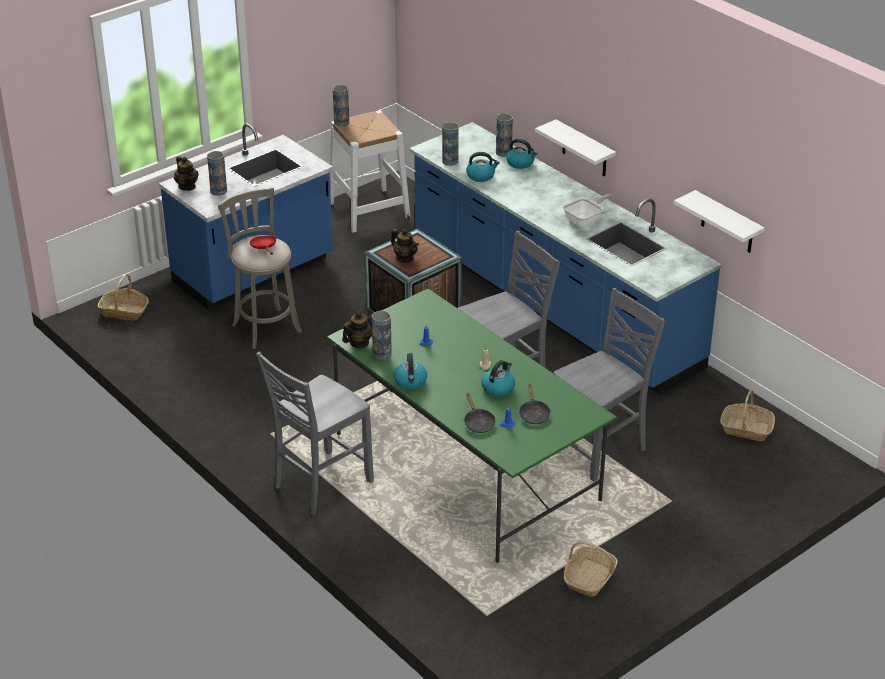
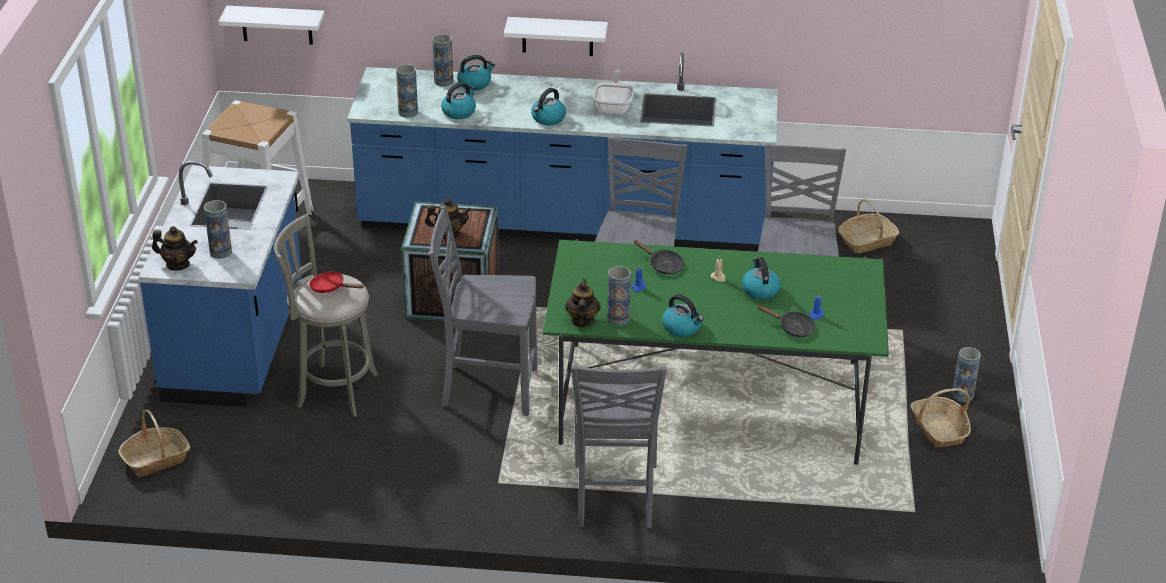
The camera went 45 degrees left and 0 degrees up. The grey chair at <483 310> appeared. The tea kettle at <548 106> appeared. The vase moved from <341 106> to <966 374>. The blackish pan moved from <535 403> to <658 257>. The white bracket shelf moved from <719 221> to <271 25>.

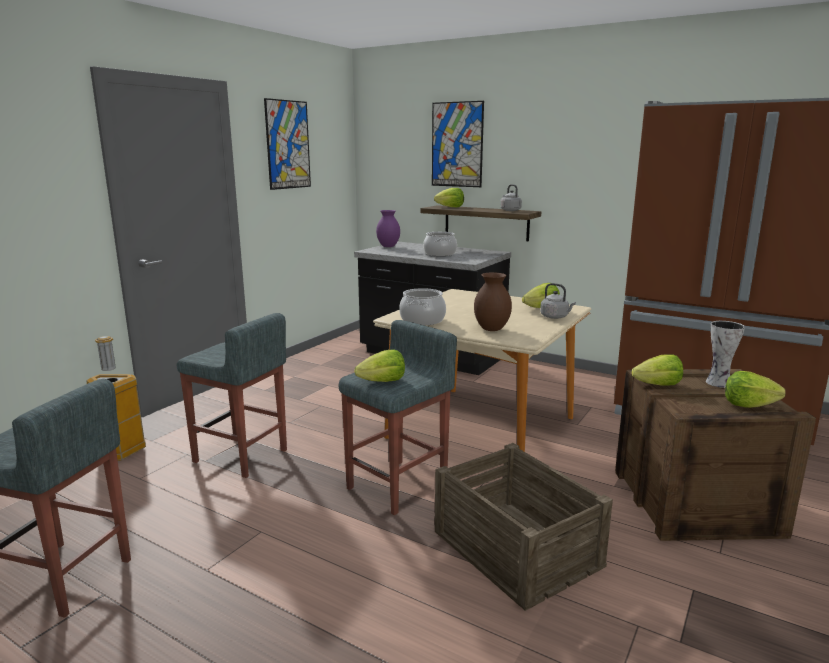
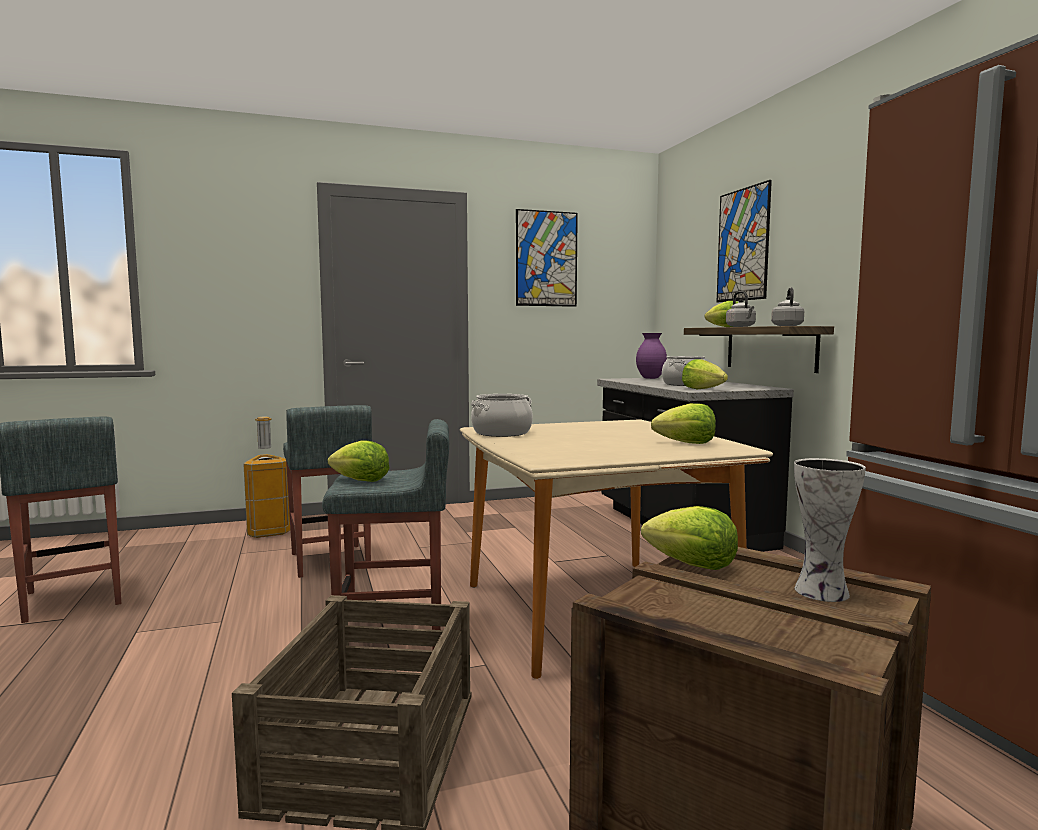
The camera went 40 degrees right and 10 degrees down. The brownish vase at <493 302> disappeared. The grey tea kettle moved from <558 301> to <741 309>. The head of lettuce moved from <755 389> to <705 374>.

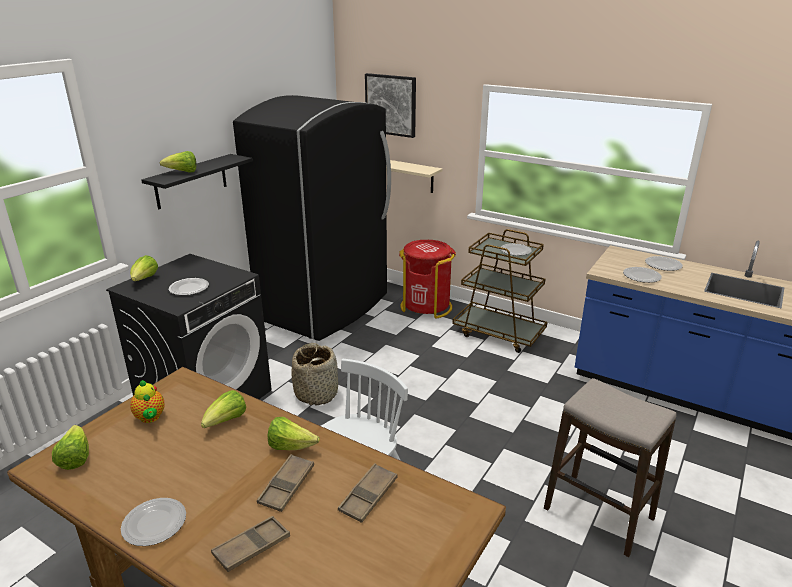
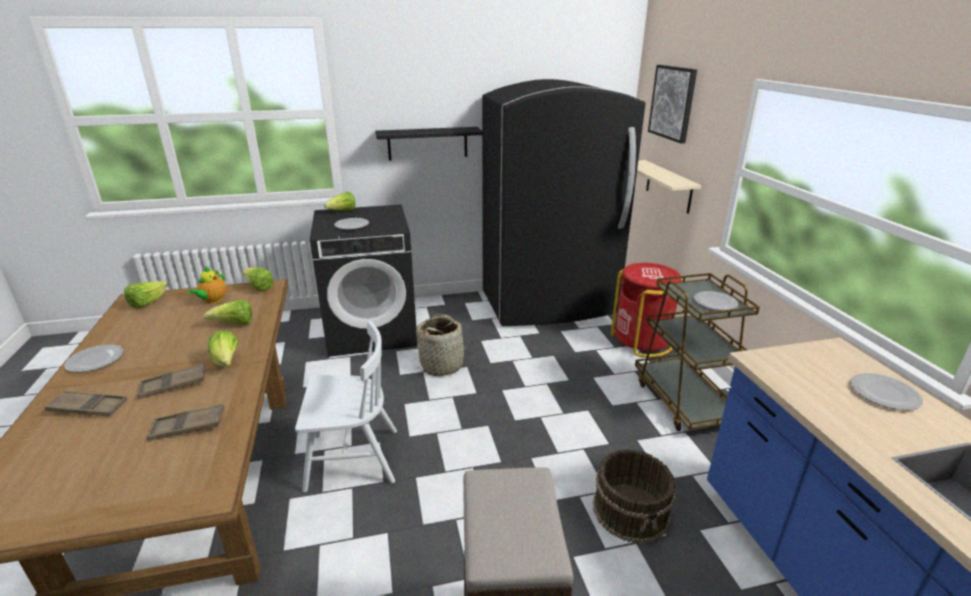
The camera went 45 degrees right and 0 degrees up. The flat dish at <642 275> disappeared. The brownish water bucket at <634 496> appeared. The head of lettuce moved from <178 162> to <258 279>.

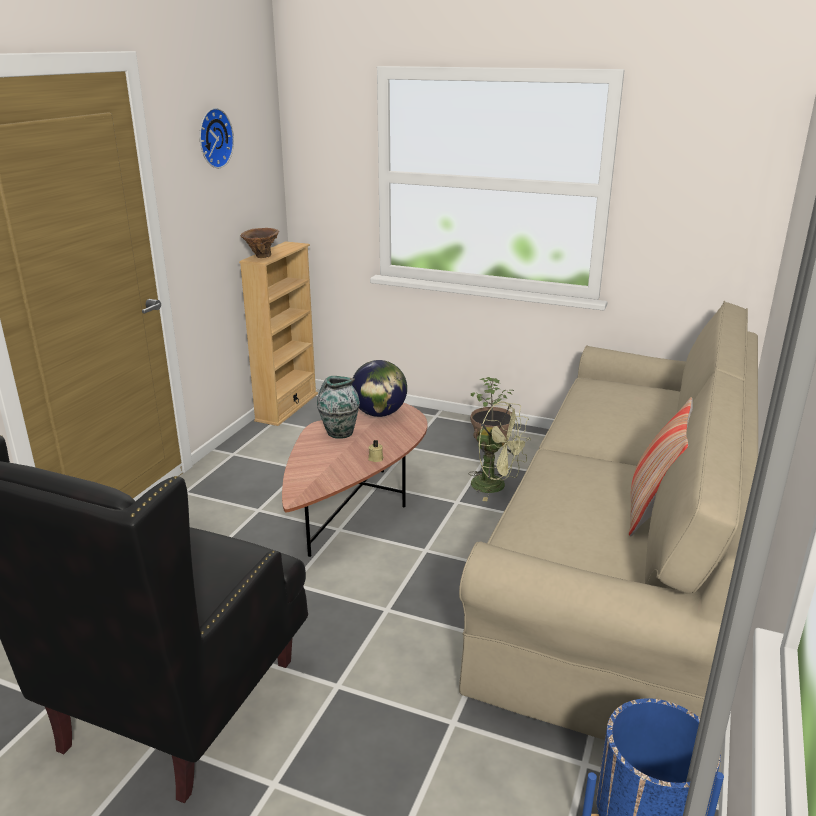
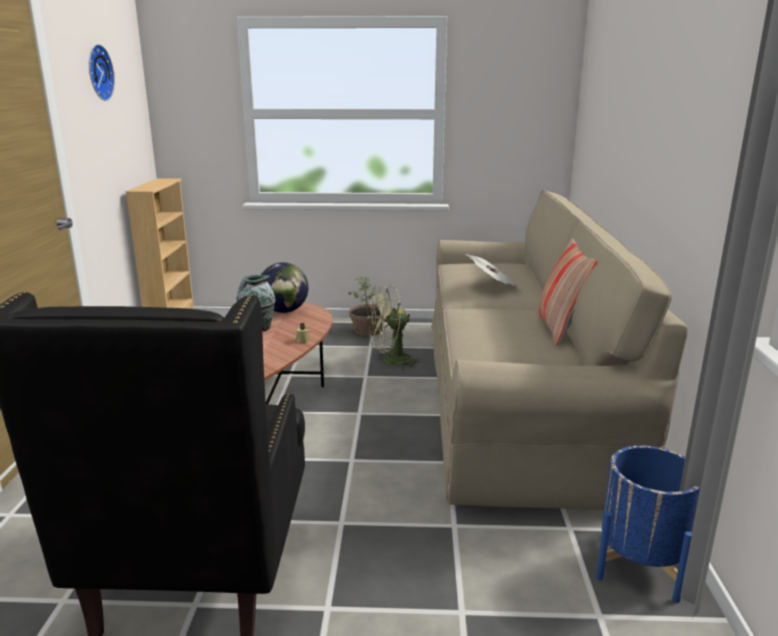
The camera went 20 degrees left and 5 degrees down. The brownish vase at <259 243> disappeared. The newspaper at <494 271> appeared. The greenish fan at <499 451> turned 150 degrees clockwise.

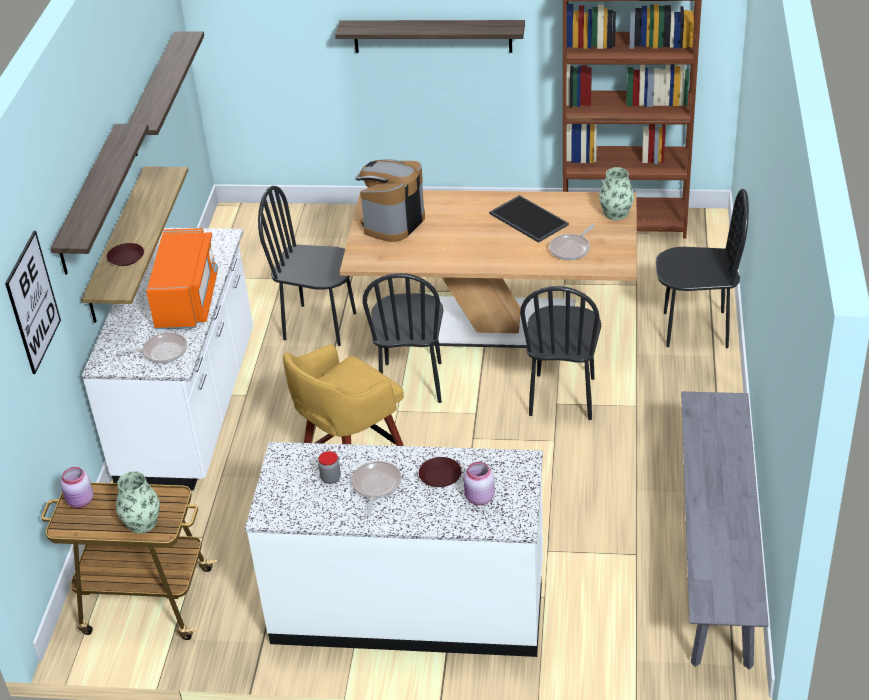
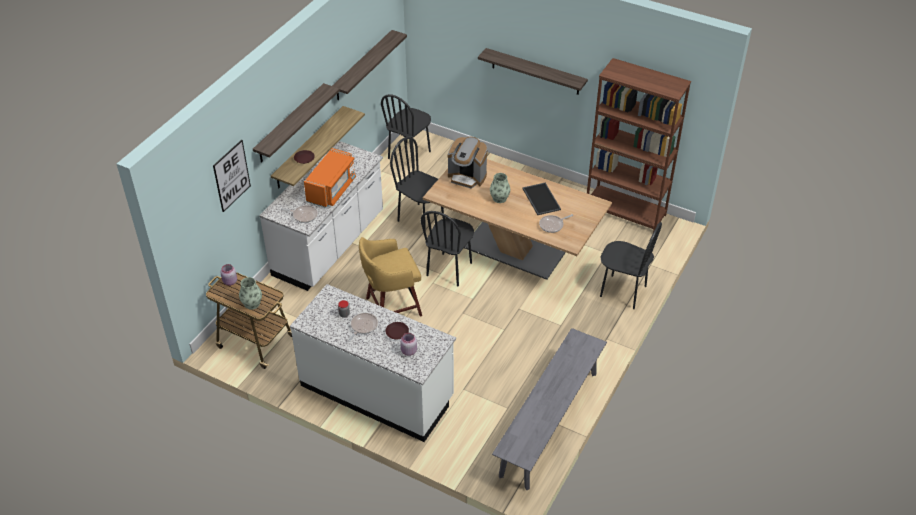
The camera went 20 degrees right and 5 degrees up. The blackish chair moved from <560 353> to <406 131>. The vase moved from <616 193> to <500 188>. The coffee maker at <390 200> turned 120 degrees counterclockwise.

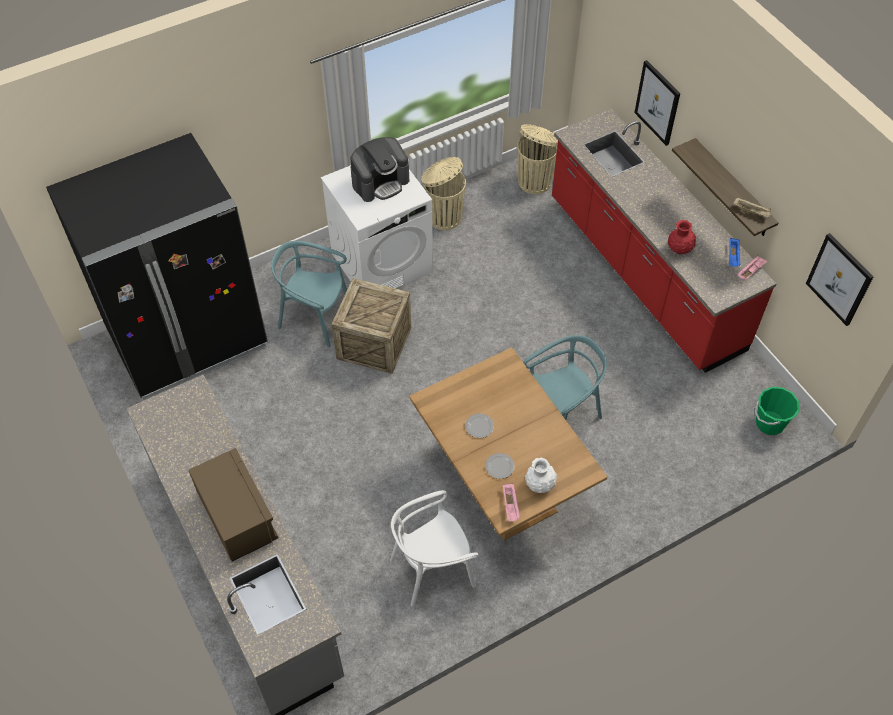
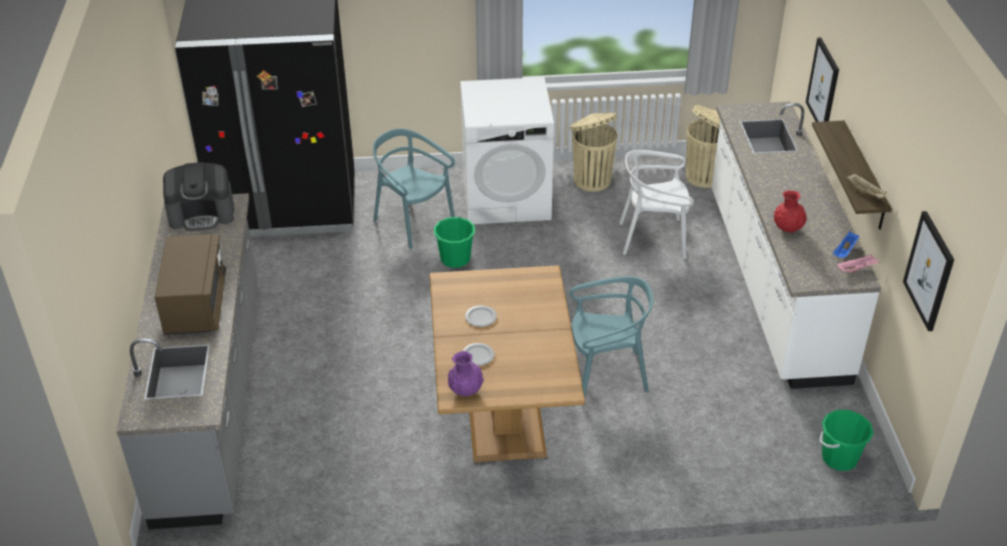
The camera went 25 degrees right and 15 degrees down. The white vase at <541 475> disappeared. The coffee maker moved from <379 169> to <198 196>. The white chair moved from <434 548> to <656 204>. The shipping crate at <371 326> was replaced by the greenish water bucket at <454 242>. The pink-coloured carrying tray at <511 502> was replaced by the purplish vase at <466 373>. The red-coloured kitchen counter at <664 241> became the white kitchen counter at <796 245>.

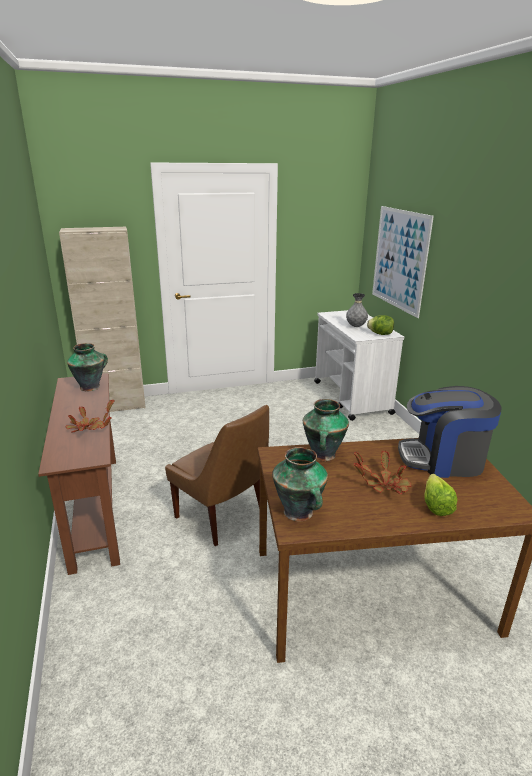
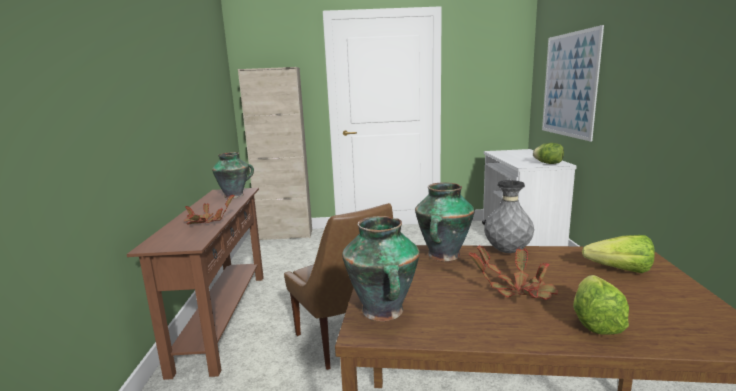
The camera went 15 degrees right and 10 degrees down. The grey vase moved from <357 310> to <509 216>. The coffee maker at <450 432> was replaced by the head of lettuce at <618 254>.

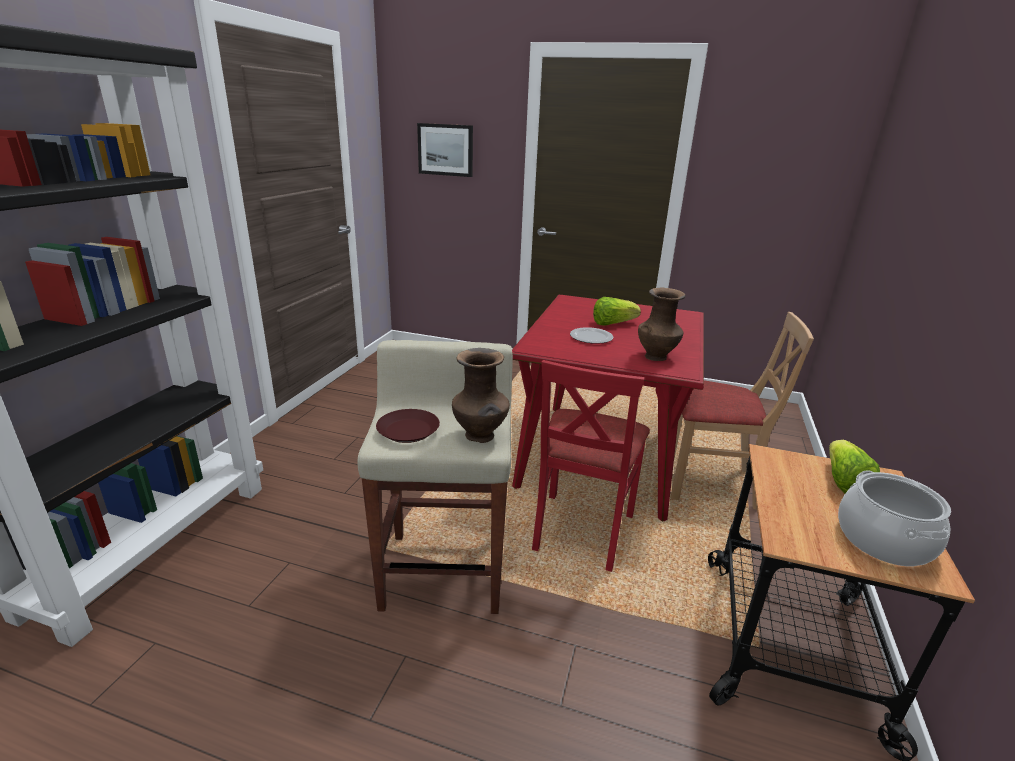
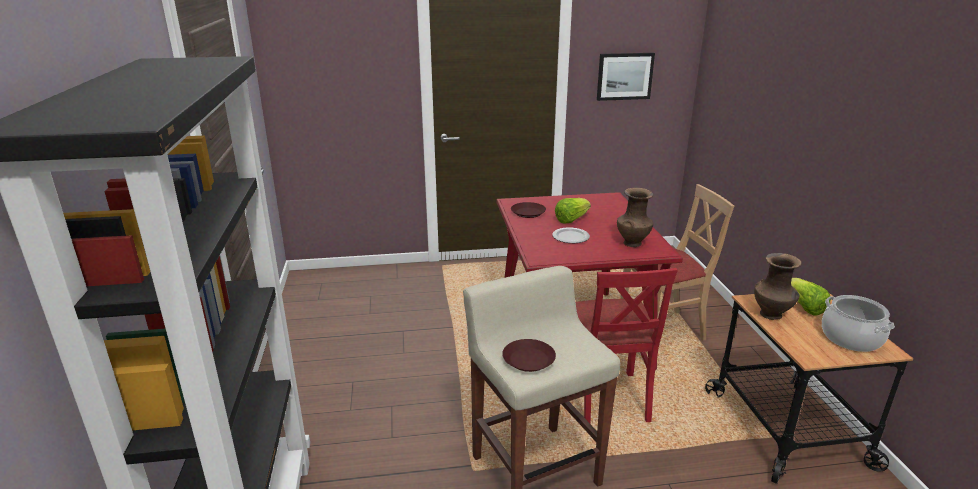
The camera went 25 degrees left and 0 degrees up. The brownish flat dish at <528 210> appeared. The wall picture moved from <445 150> to <626 77>. The brownish vase moved from <481 395> to <778 286>.

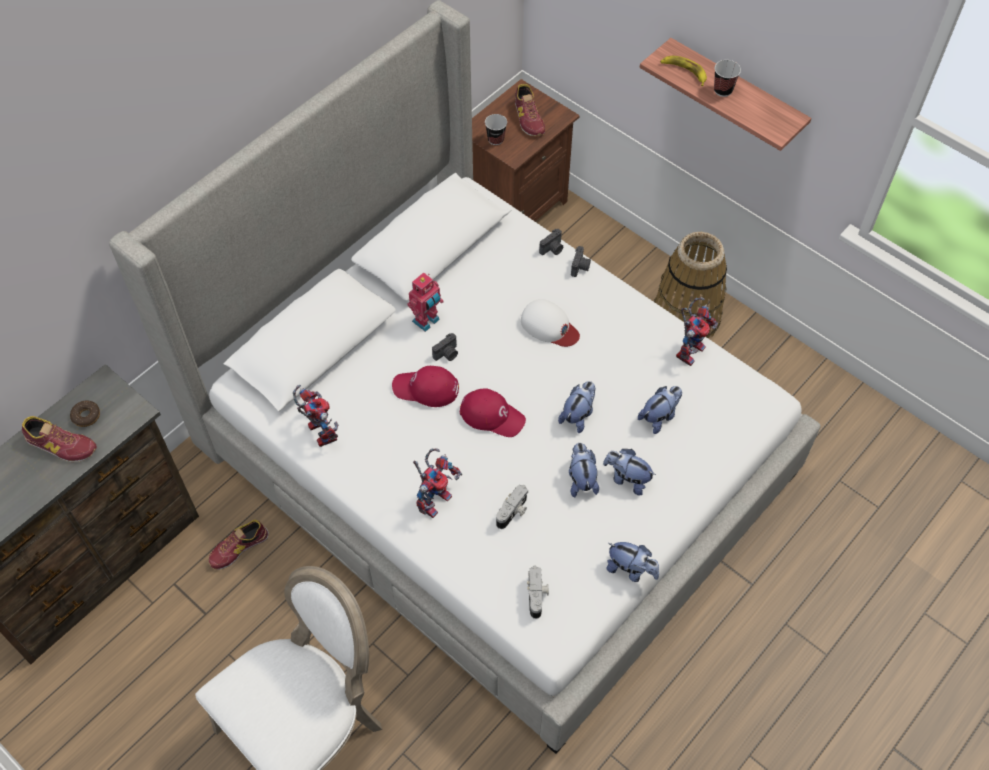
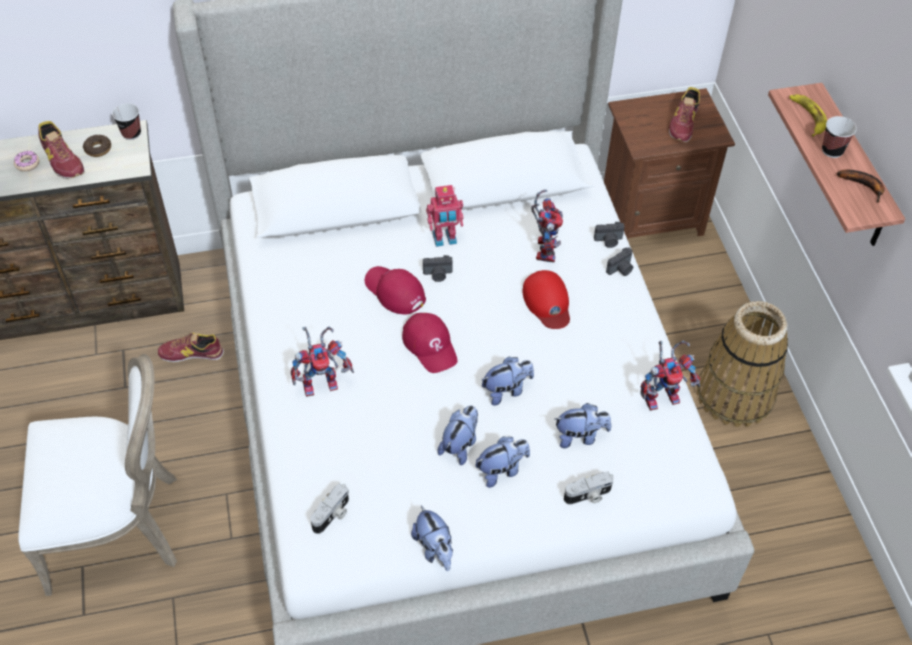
The camera went 35 degrees right and 5 degrees down. The donut at <26 161> appeared. The whole banana at <861 186> appeared. The model robot moved from <316 416> to <547 226>. The drinking cup moved from <496 129> to <126 121>. The photo camera moved from <512 507> to <588 488>. The white peaked cap at <550 323> became the red-coloured peaked cap at <546 299>. The cuddly toy at <629 472> turned 90 degrees clockwise.

